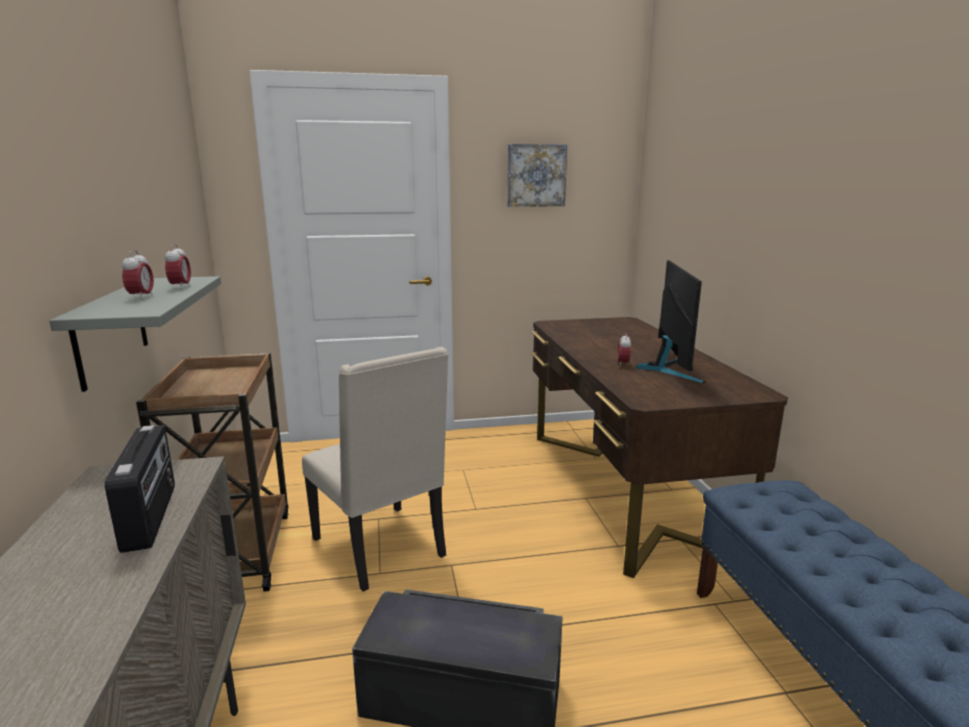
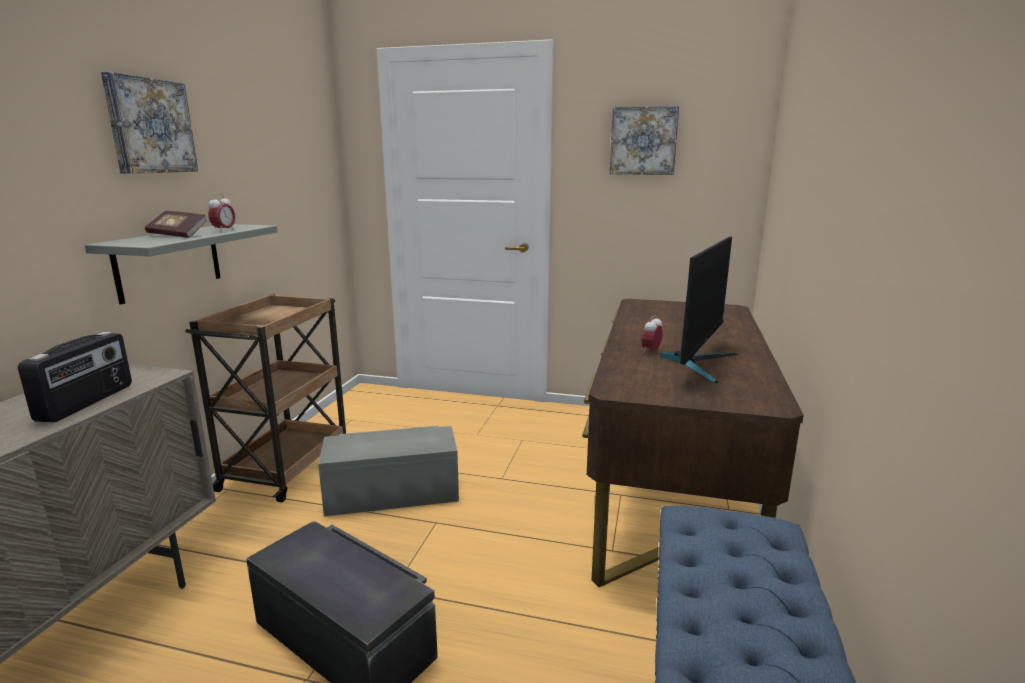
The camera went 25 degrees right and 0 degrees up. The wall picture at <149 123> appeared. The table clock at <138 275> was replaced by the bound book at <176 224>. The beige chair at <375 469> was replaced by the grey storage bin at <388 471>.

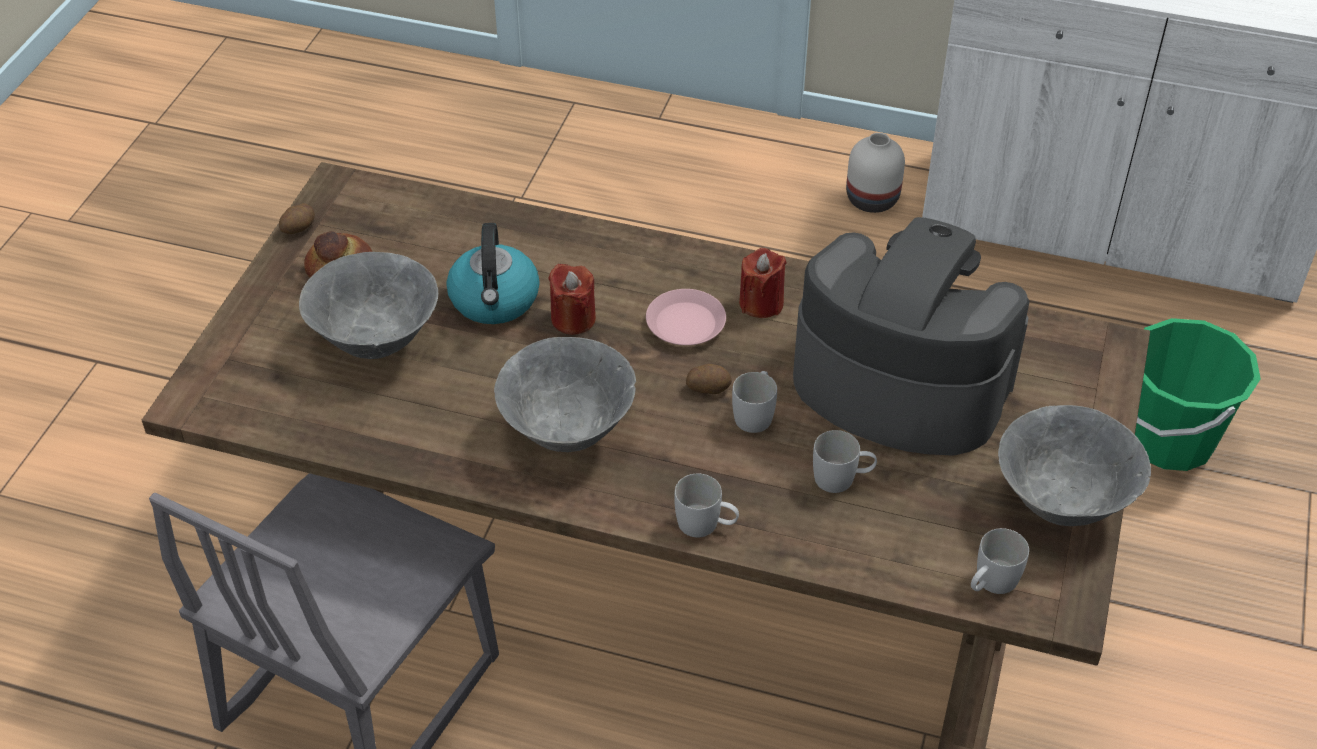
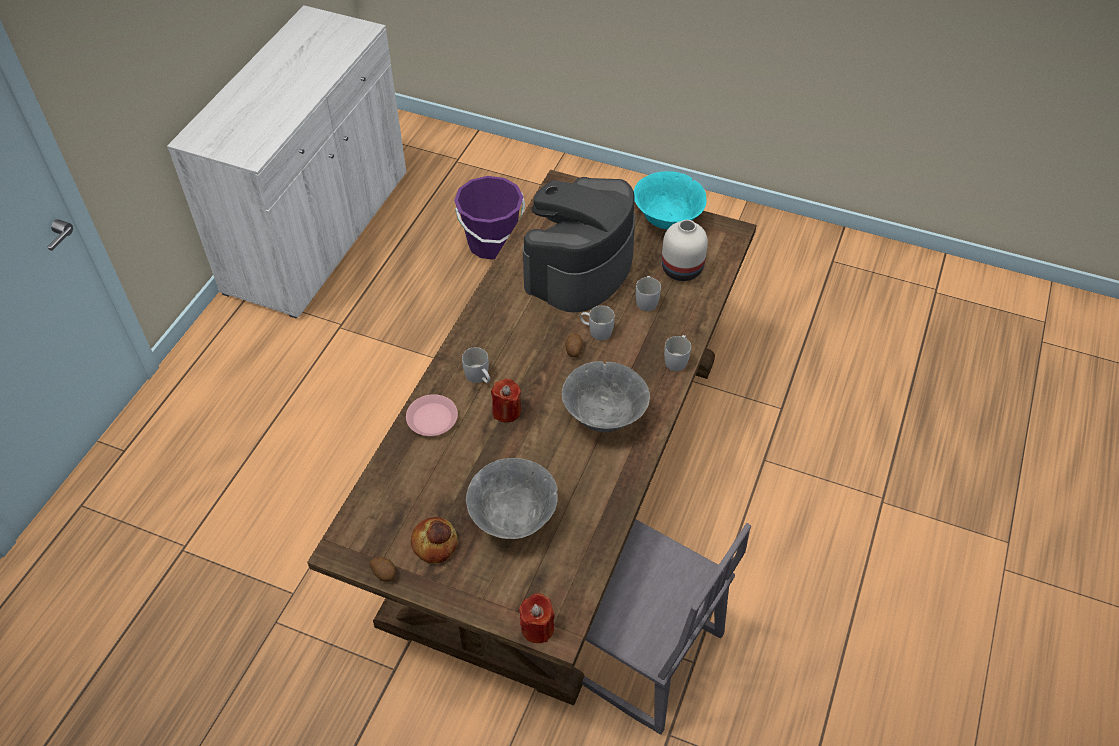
The camera went 85 degrees left and 5 degrees up. The tea kettle at <493 273> disappeared. The pink-coloured flat dish moved from <686 317> to <432 415>. The red-coloured wax candle moved from <763 283> to <536 618>. The white vase moved from <875 173> to <684 250>. The white tea mug moved from <1000 561> to <476 365>. The grey deep dish at <1074 465> became the blue-green deep dish at <670 200>. The greenish water bucket at <1198 394> became the purplish water bucket at <489 218>.

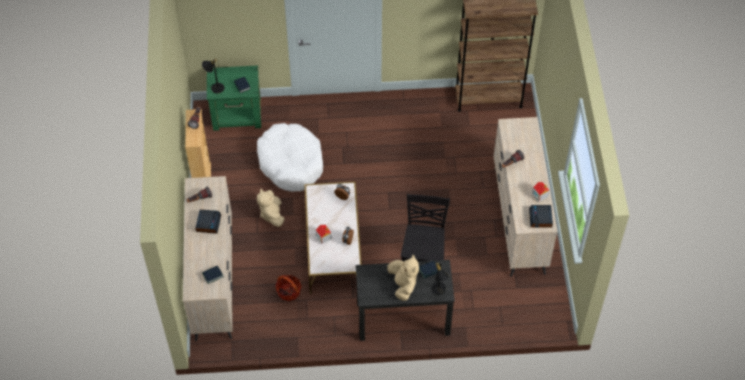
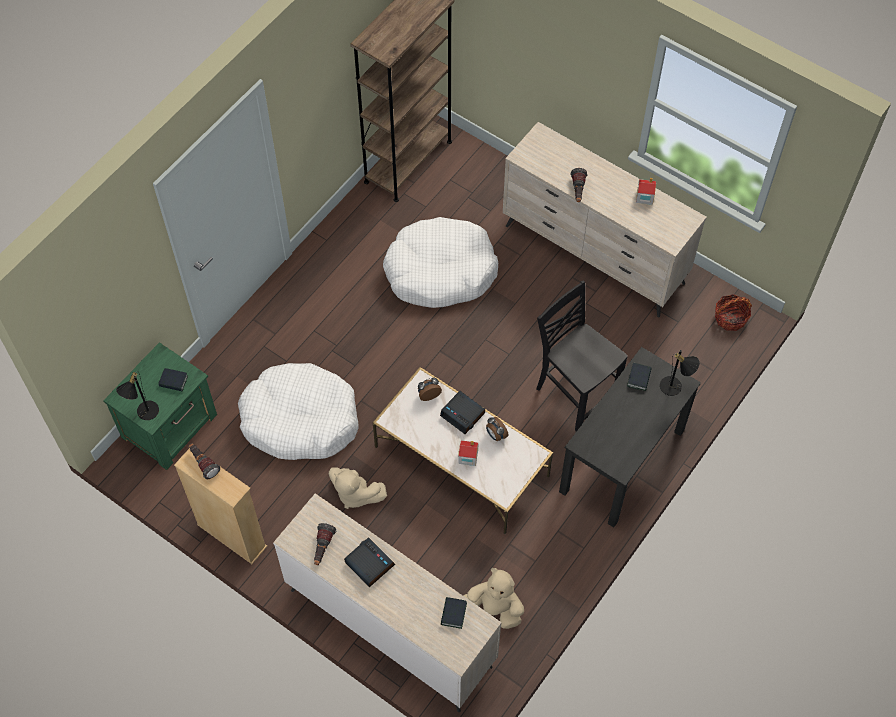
The camera went 50 degrees left and 5 degrees up. The white dog cushion at <441 262> appeared. The storage basket moved from <288 288> to <733 312>. The beige cuddly toy moved from <403 278> to <493 598>. The table clock moved from <541 216> to <462 412>.

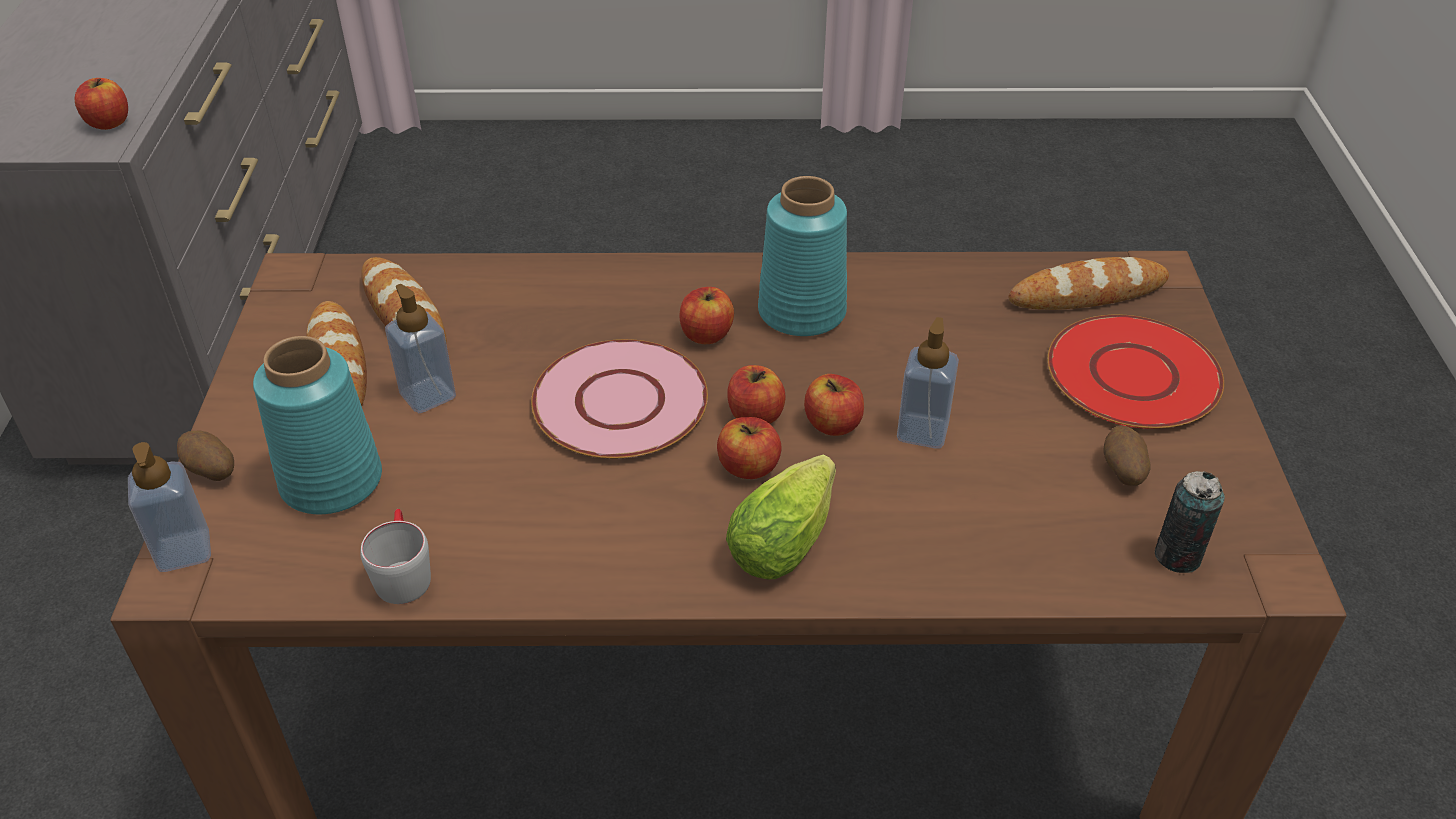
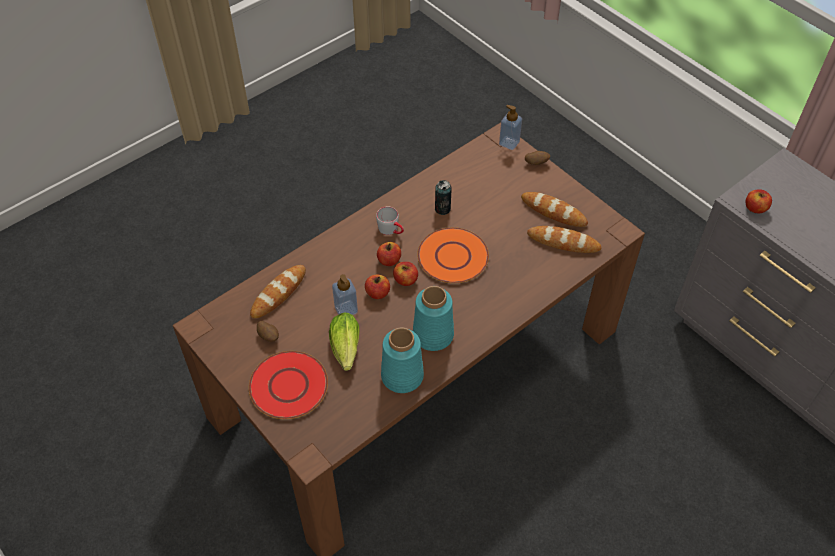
The camera went 140 degrees right and 10 degrees up. The soap bottle at <420 348> disappeared. The apple at <707 315> disappeared. The blue-green vase moved from <317 425> to <402 360>. The grey tea mug moved from <395 556> to <390 220>. The head of lettuce moved from <781 517> to <344 342>. The baked bread moved from <1088 283> to <278 291>. The can moved from <1190 522> to <443 197>. The pink-coloured flat dish at <619 399> became the orangey flat dish at <453 255>.

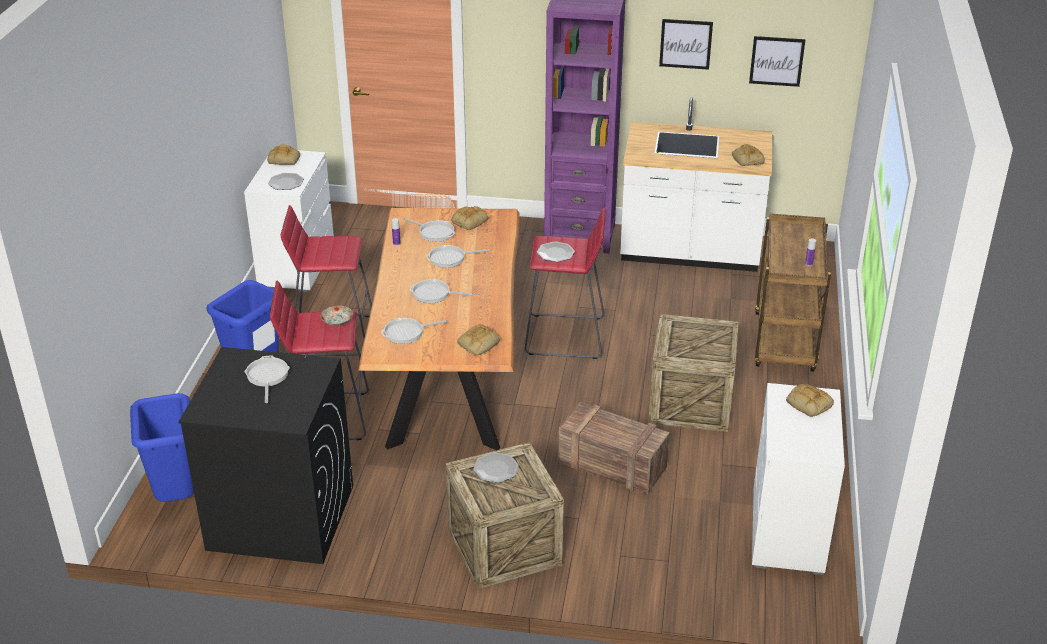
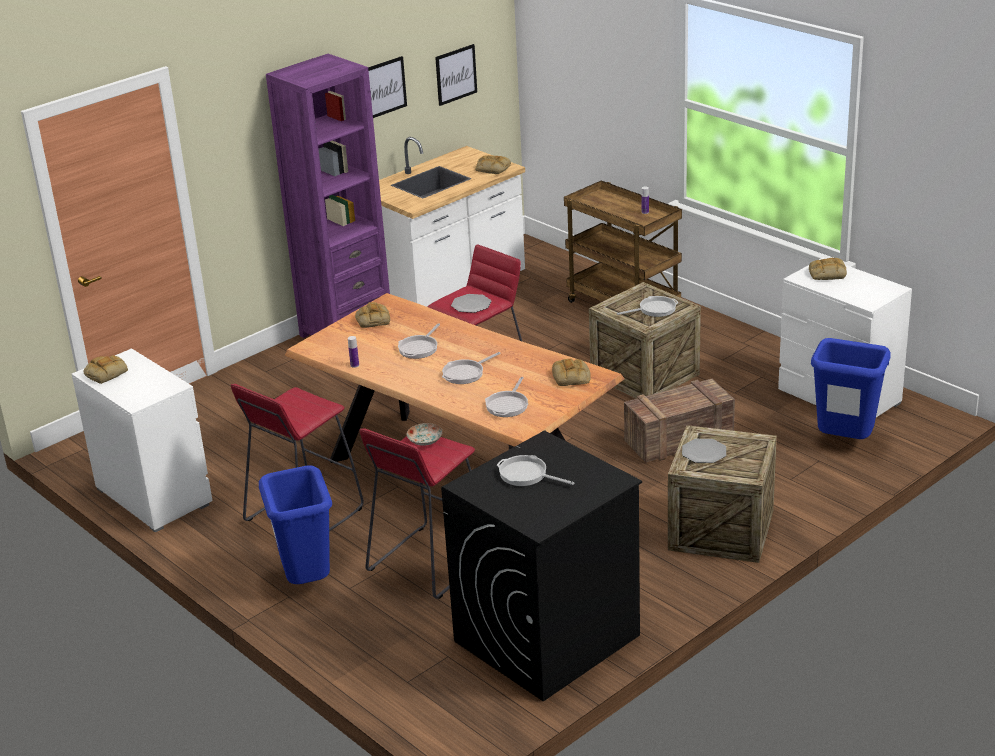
The camera went 50 degrees left and 5 degrees down. The flat dish at <286 181> disappeared. The bluish rubbish bin moved from <162 447> to <851 388>. The pan moved from <429 230> to <648 306>.

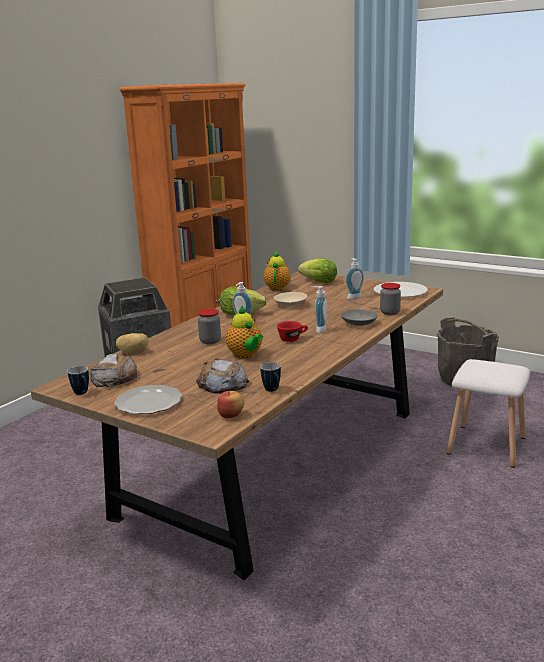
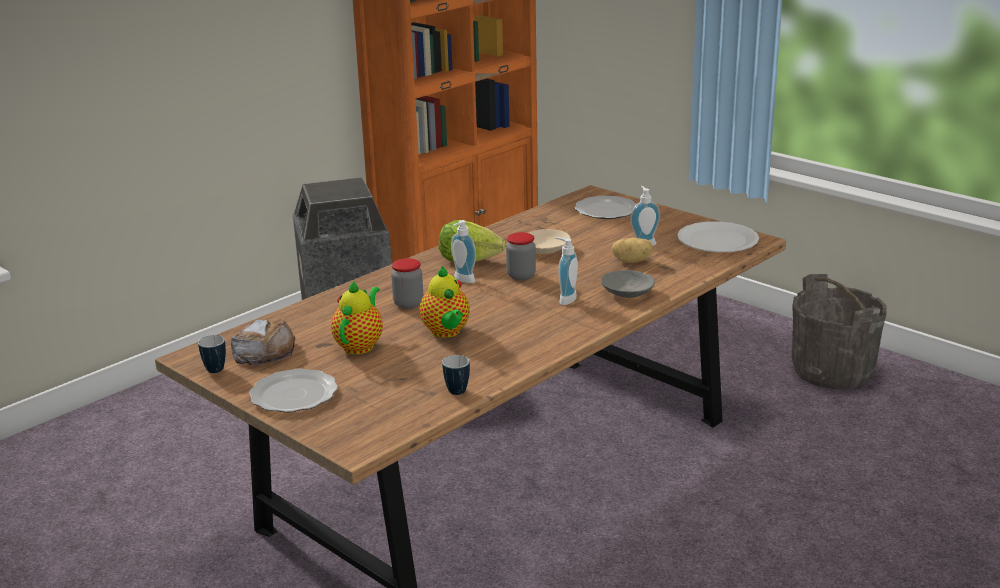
The camera went 10 degrees right and 5 degrees up. The baked bread at <222 376> disappeared. The apple at <230 404> disappeared. The red-coloured drinking cup at <292 331> disappeared. The white stool at <488 413> disappeared. The spud moved from <132 343> to <632 250>. The pot for tea moved from <277 270> to <357 318>. The storage jar moved from <390 299> to <521 256>. The head of lettuce at <317 270> was replaced by the flat dish at <605 207>.

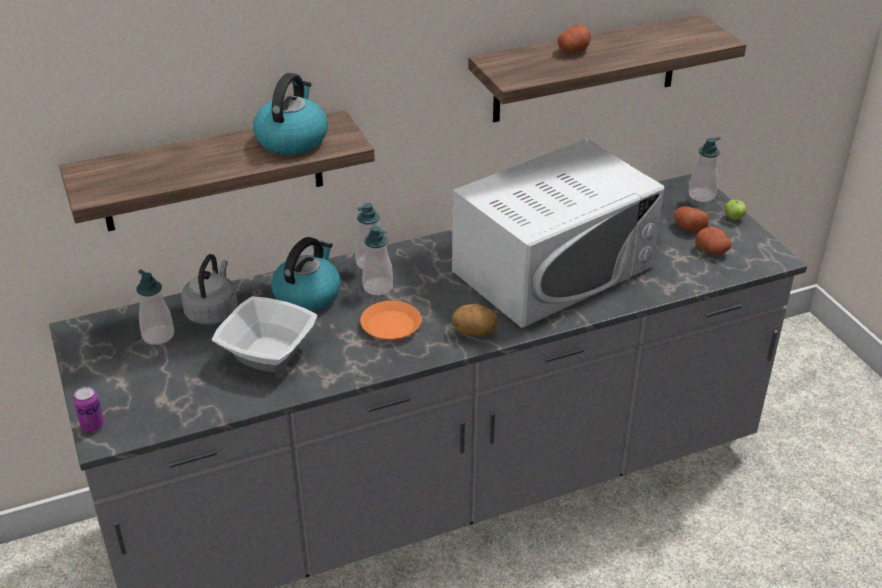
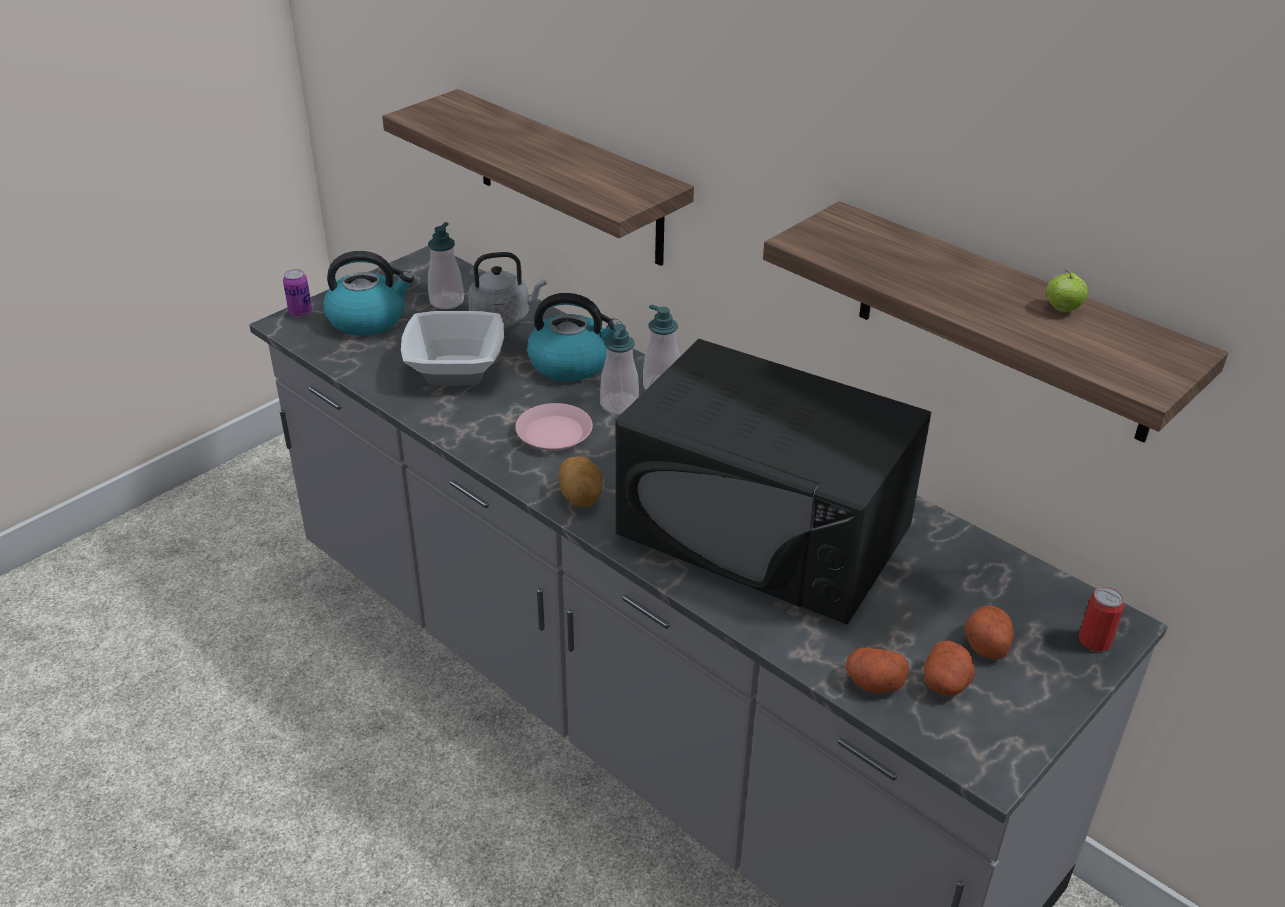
The camera went 65 degrees right and 0 degrees up. The tea kettle moved from <290 114> to <368 293>. The spud moved from <574 38> to <877 670>. The apple moved from <736 210> to <1067 291>. The soap bottle at <705 169> was replaced by the can at <1101 618>. The orangey flat dish at <390 320> became the pink-coloured flat dish at <554 427>. The white microwave at <558 233> became the blackish microwave at <774 482>.

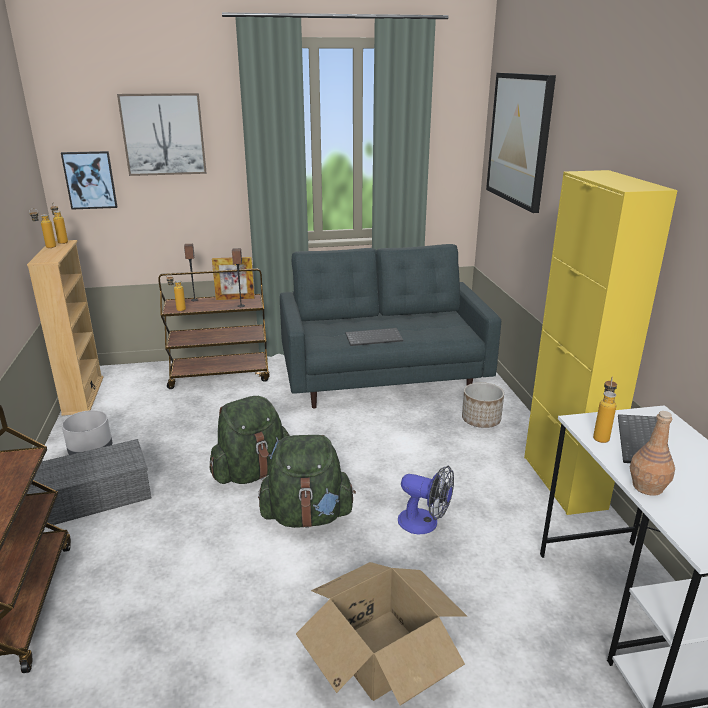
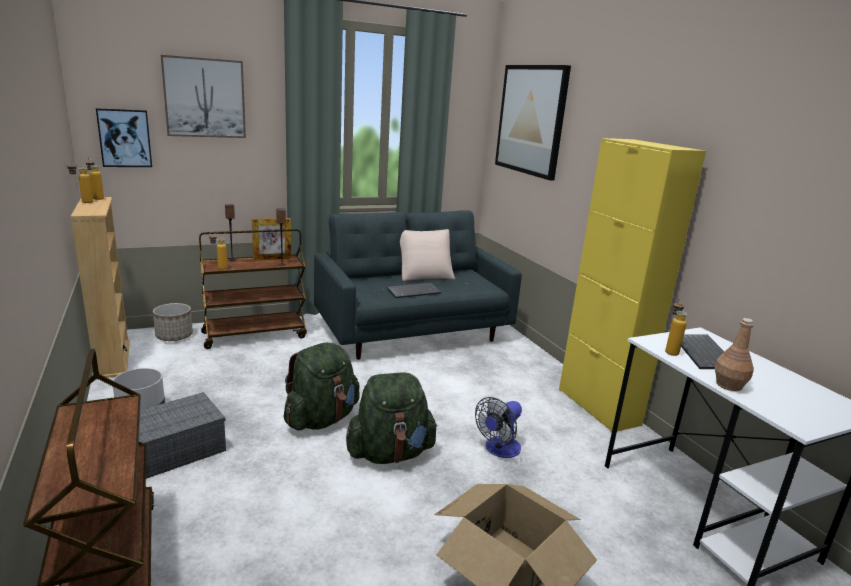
The camera went 15 degrees left and 5 degrees down. The beige throw pillow at <427 255> appeared. The planter moved from <483 405> to <173 322>. The fan at <426 500> turned 120 degrees clockwise.

